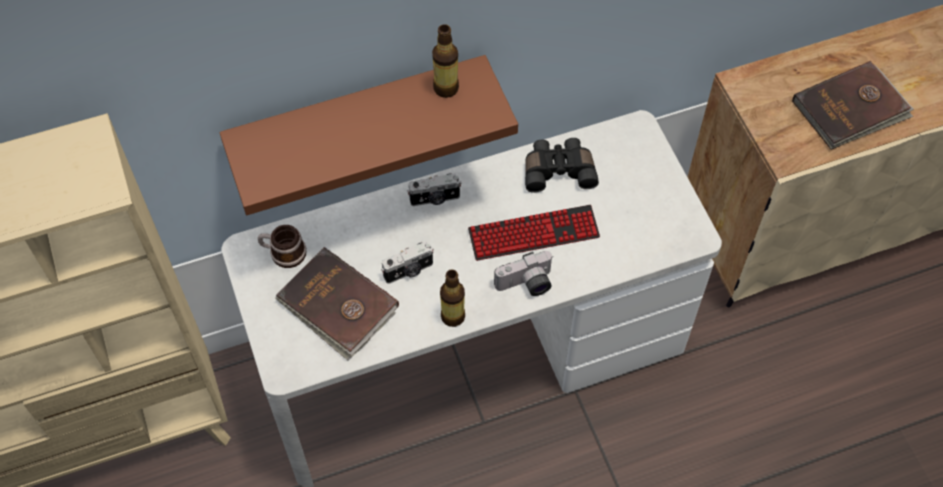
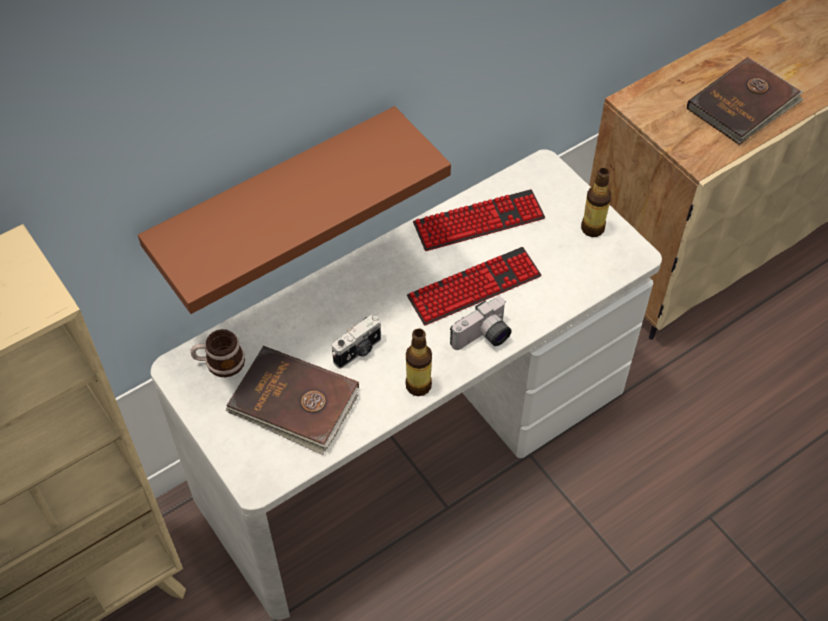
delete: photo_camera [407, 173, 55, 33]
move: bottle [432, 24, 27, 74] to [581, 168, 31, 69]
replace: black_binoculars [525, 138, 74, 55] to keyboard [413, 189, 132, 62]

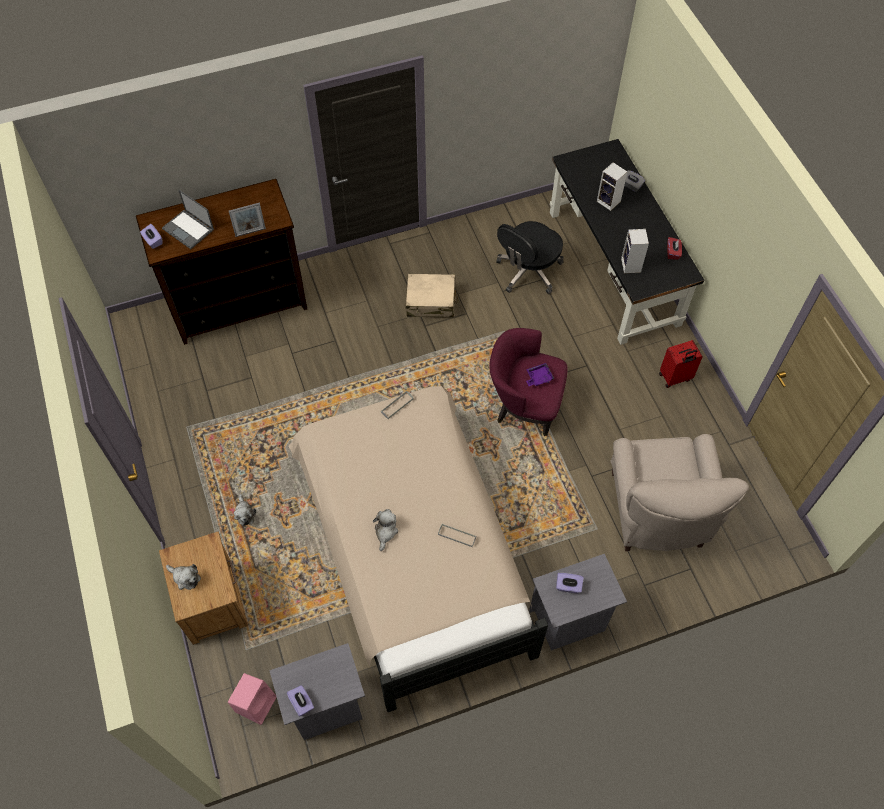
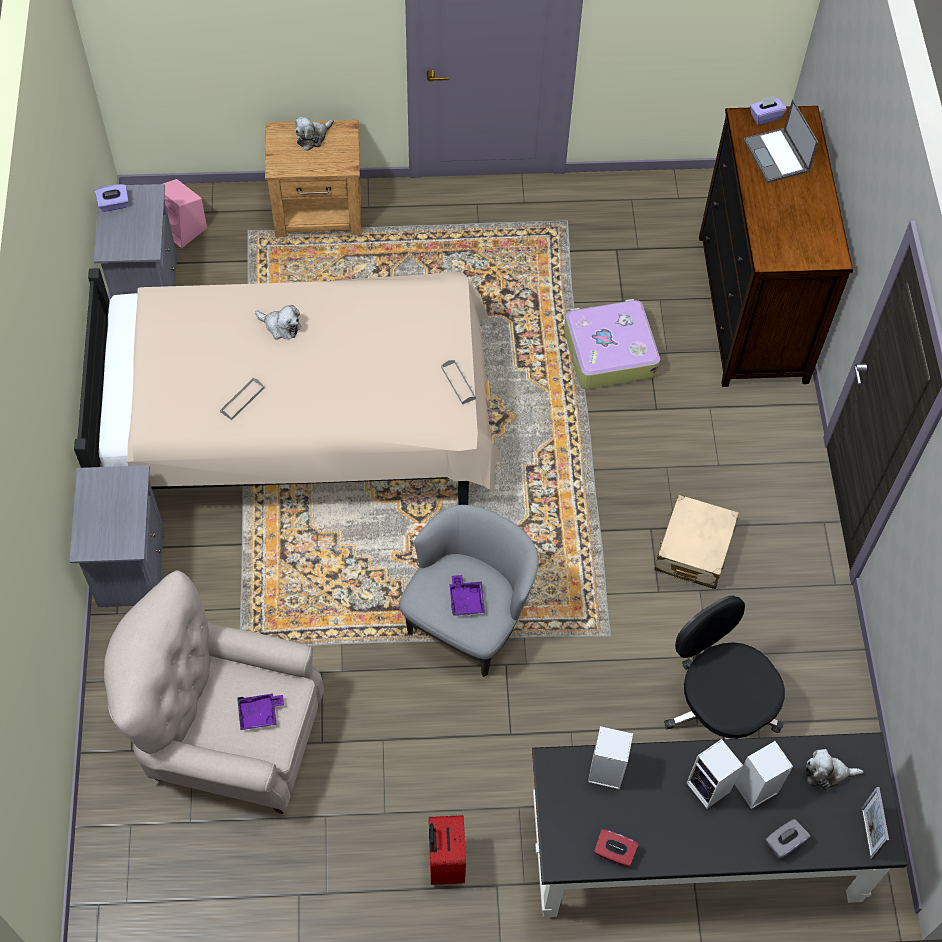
delete: purple_tissue_box [556, 573, 28, 20]
insert: purple_tray [237, 693, 47, 37]; suitcase [564, 299, 96, 90]; speaker [687, 739, 56, 70]
move: picture_frame [229, 202, 37, 35] to [861, 787, 28, 73]; plush_toy [234, 494, 22, 32] to [806, 749, 58, 42]
recolor: purple_armchair [489, 328, 79, 108] to grey_armchair [399, 505, 140, 172]
rotate: laptop [162, 190, 52, 59] = [743, 99, 75, 84] 75 degrees counterclockwise

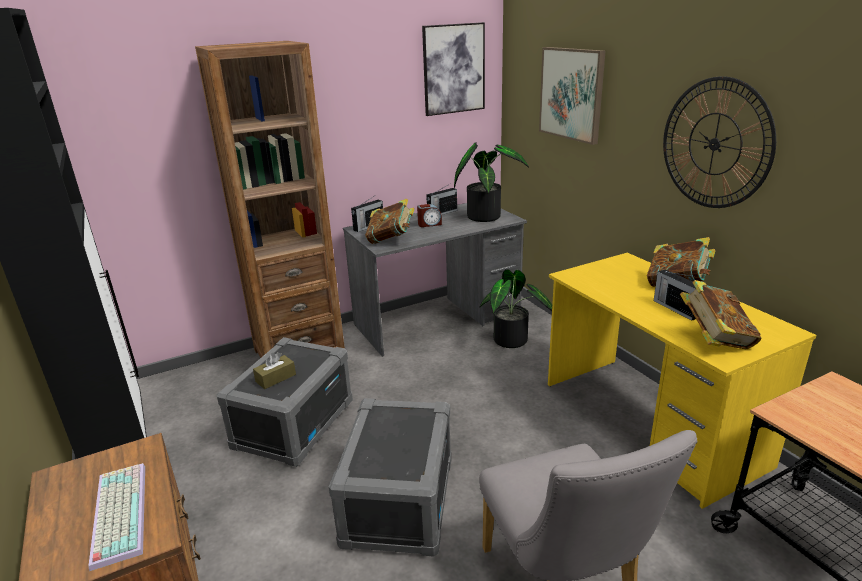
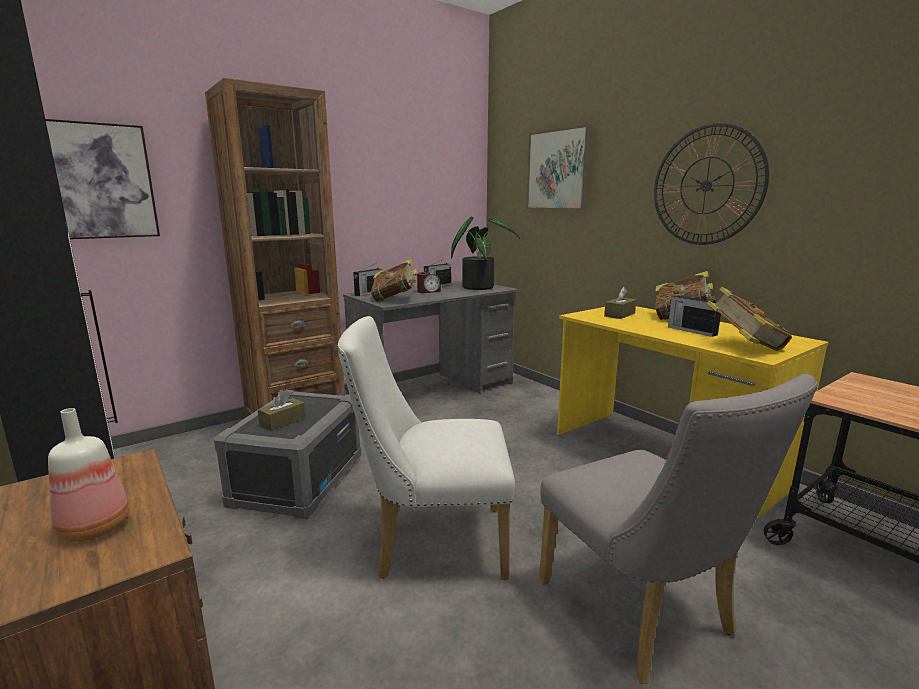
delete: potted_plant [480, 269, 72, 79]
insert: brown_tissue_box [604, 287, 32, 32]
move: picture [422, 22, 63, 94] to [45, 119, 115, 120]
replace: keyboard [88, 463, 57, 108] to bottle [48, 408, 81, 134]; grey_storage_box [329, 398, 123, 159] to white_chair [337, 316, 178, 264]

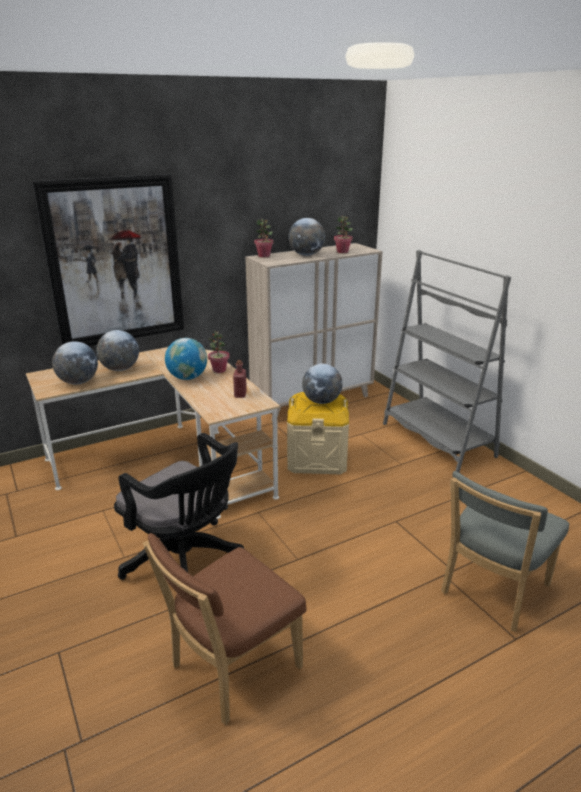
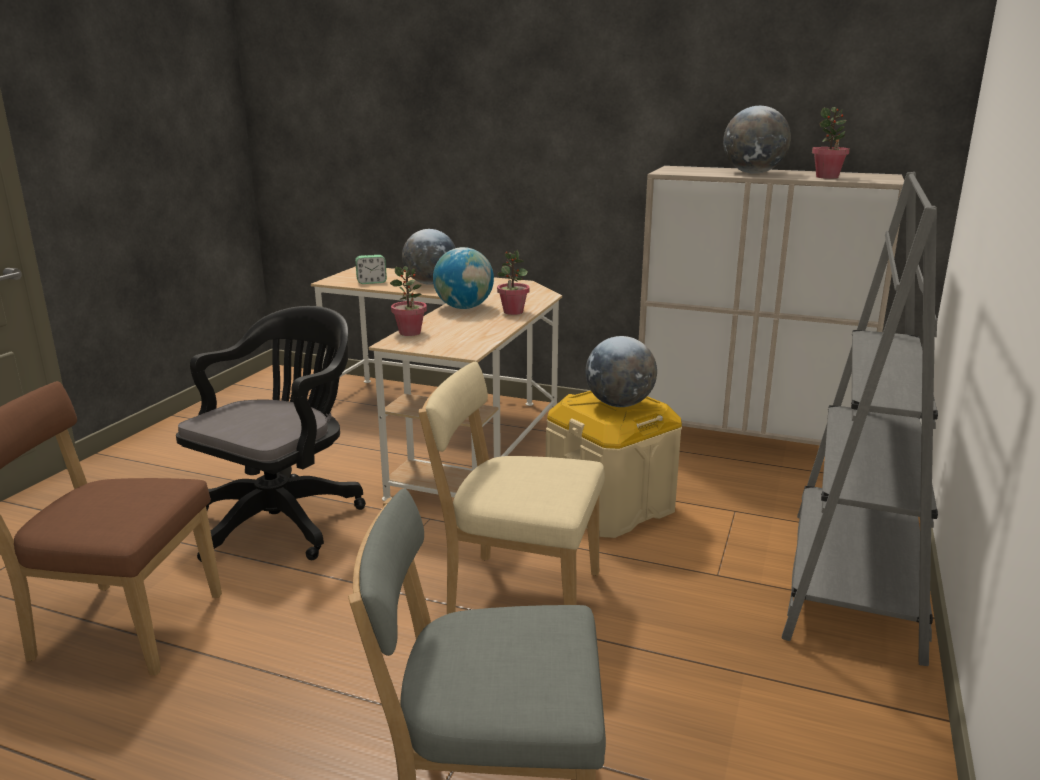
delete: picture [32, 174, 152, 172]; red_bottle [233, 360, 14, 38]
insert: beige_chair [419, 361, 186, 253]
move: potted_plant [254, 219, 20, 38] to [390, 266, 37, 70]
replace: globe [52, 341, 46, 43] to alarm_clock [355, 255, 32, 29]
rotate: black_office_chair [114, 433, 130, 147] = [176, 306, 190, 256] 150 degrees counterclockwise

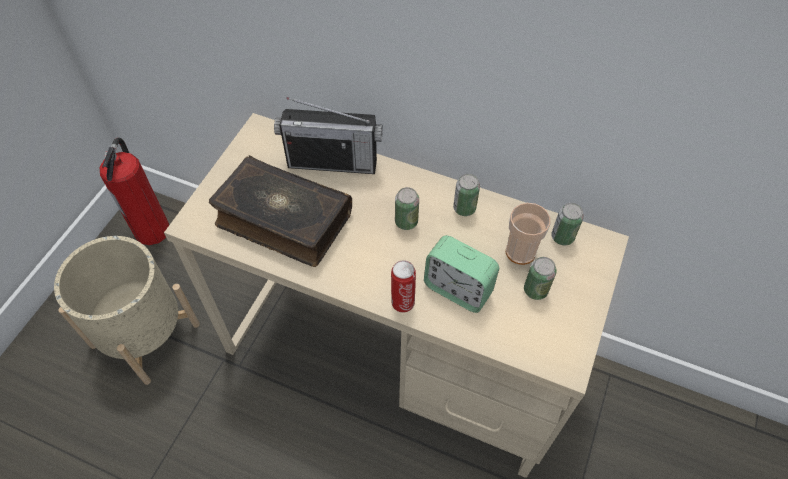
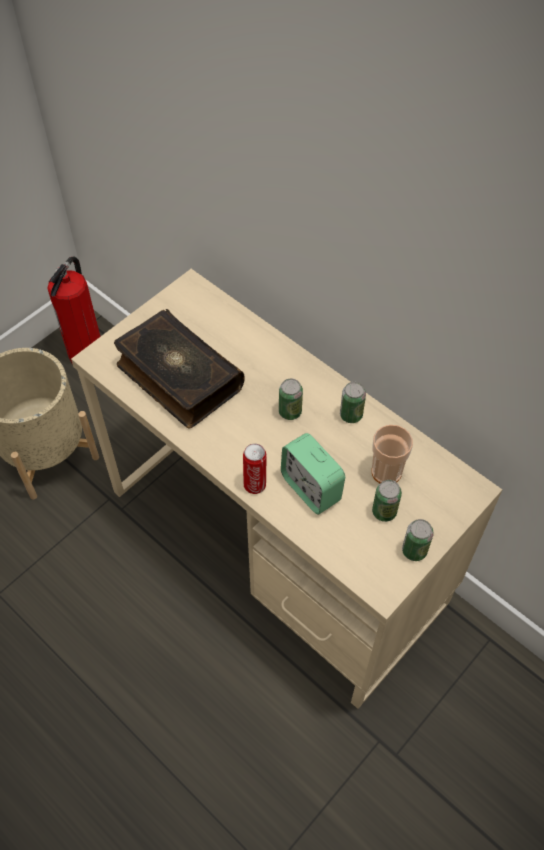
delete: radio [274, 97, 109, 77]
move: can [551, 203, 33, 42] to [402, 519, 32, 42]

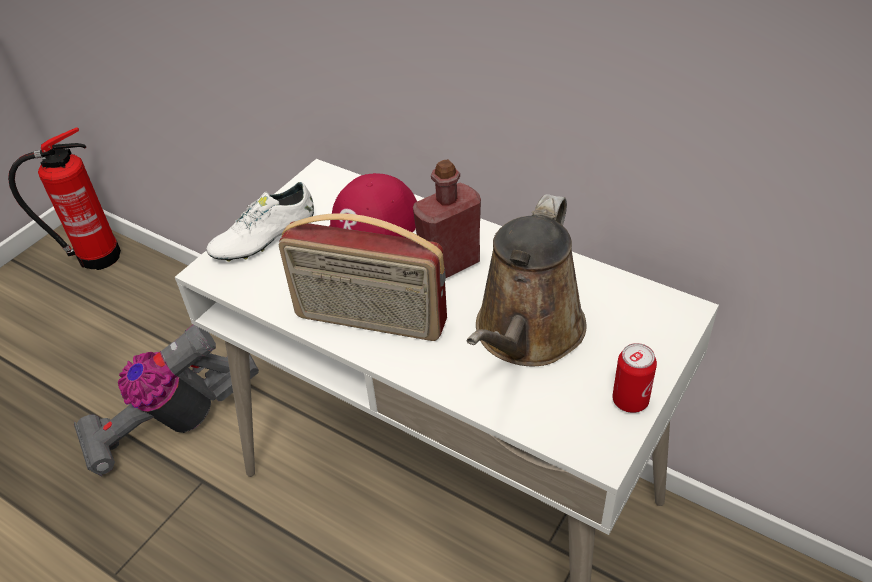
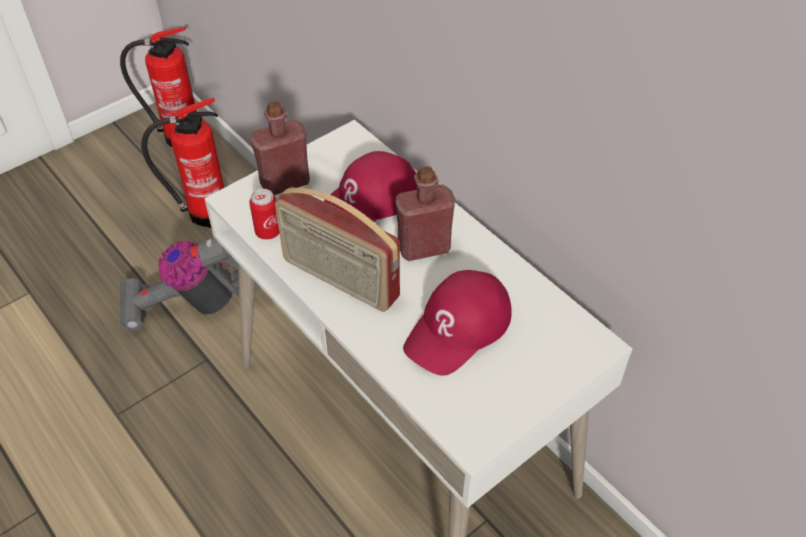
insert: fire_extinguisher [141, 98, 83, 130]
move: can [612, 343, 45, 70] to [249, 189, 30, 51]
replace: white_shoe [207, 182, 107, 80] to red_bottle [250, 101, 60, 94]; brown_watering_can [467, 194, 120, 173] to red_cap [403, 270, 109, 106]

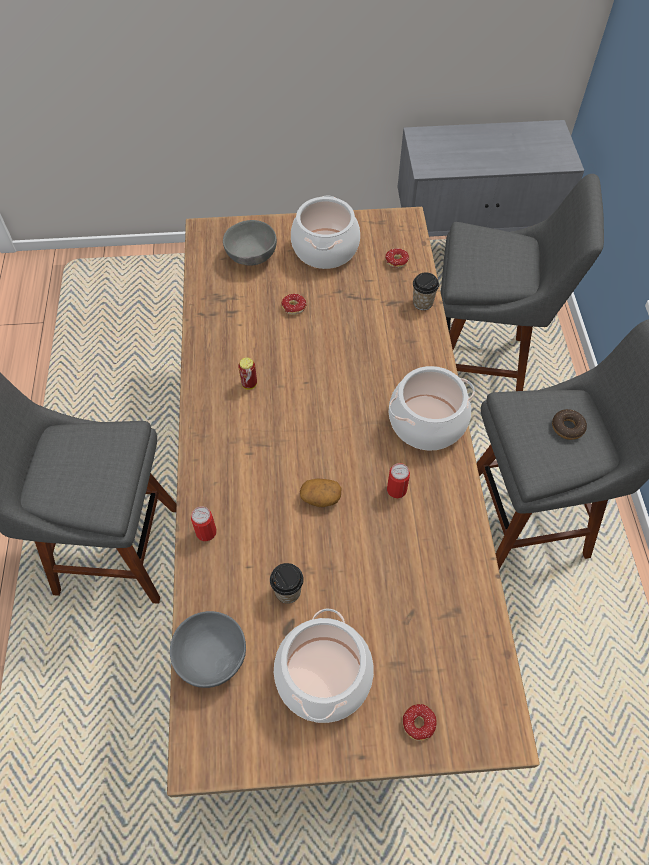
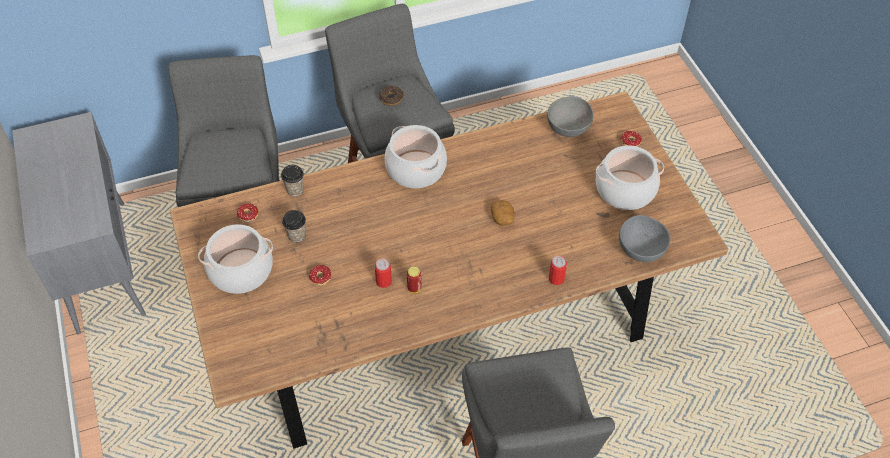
move: grey_bowl [223, 220, 54, 46] to [547, 97, 47, 40]; cup [270, 563, 34, 41] to [282, 210, 24, 32]; can [387, 463, 23, 35] to [375, 259, 17, 29]

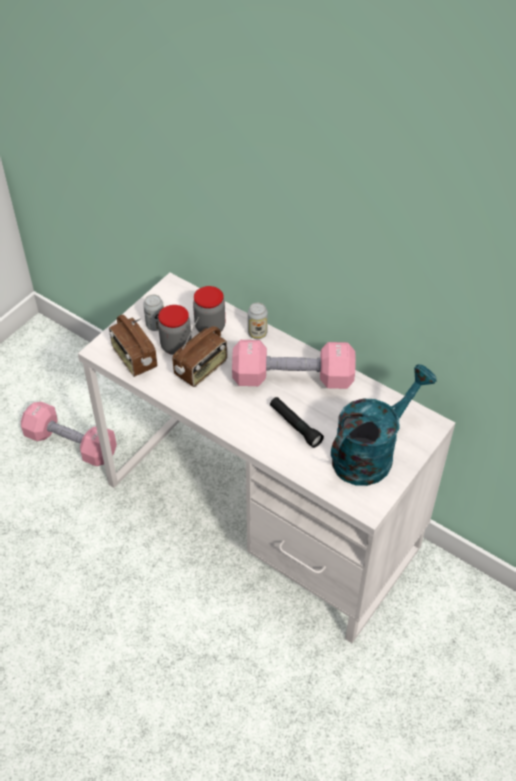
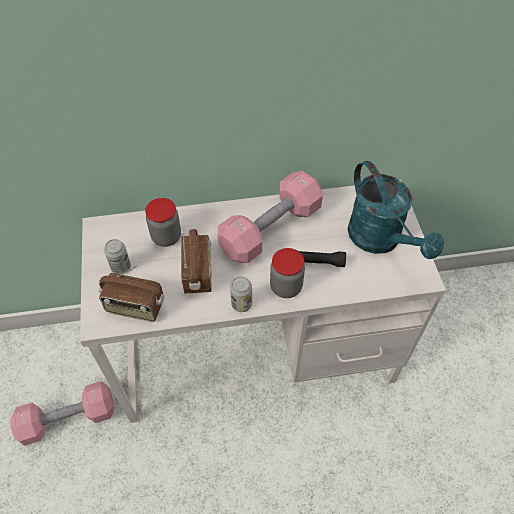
move: jar [158, 305, 34, 50] to [270, 248, 35, 50]; can [248, 303, 20, 36] to [230, 276, 22, 36]
rotate: turquoise_watering_can [331, 364, 106, 122] = [347, 161, 97, 98] 150 degrees clockwise

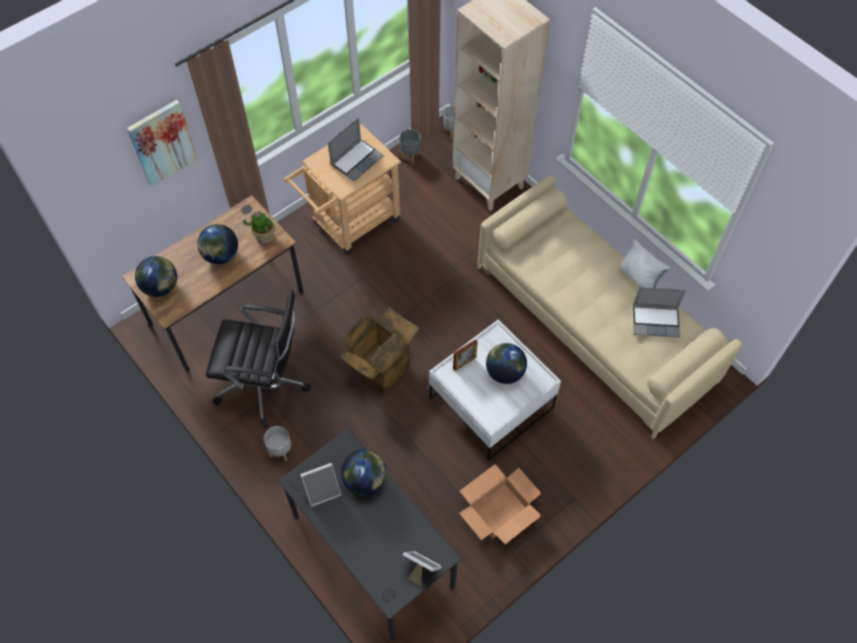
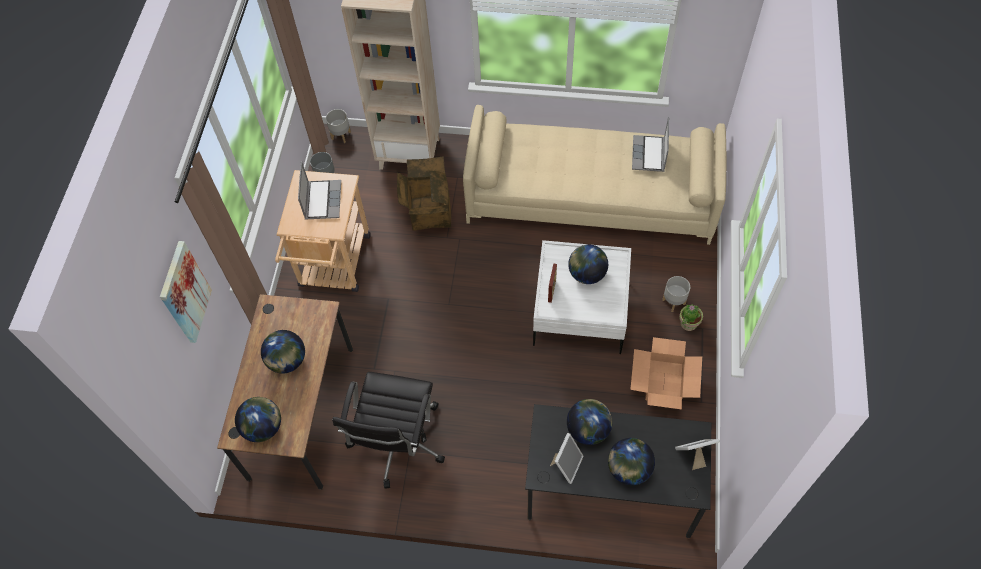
delete: white_pillow [619, 239, 51, 49]
insert: globe [608, 438, 47, 47]
move: potted_plant [243, 211, 32, 33] to [679, 304, 24, 27]; grey_planter [264, 426, 28, 35] to [662, 276, 28, 36]; cardboard_box [339, 307, 81, 86] to [397, 156, 54, 75]
rotate: black_office_chair [206, 290, 104, 138] = [332, 372, 113, 117] 135 degrees clockwise; laptop [633, 287, 53, 51] = [632, 117, 37, 55] 135 degrees clockwise

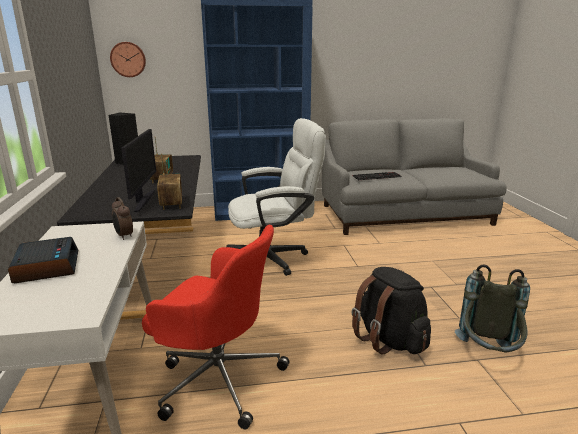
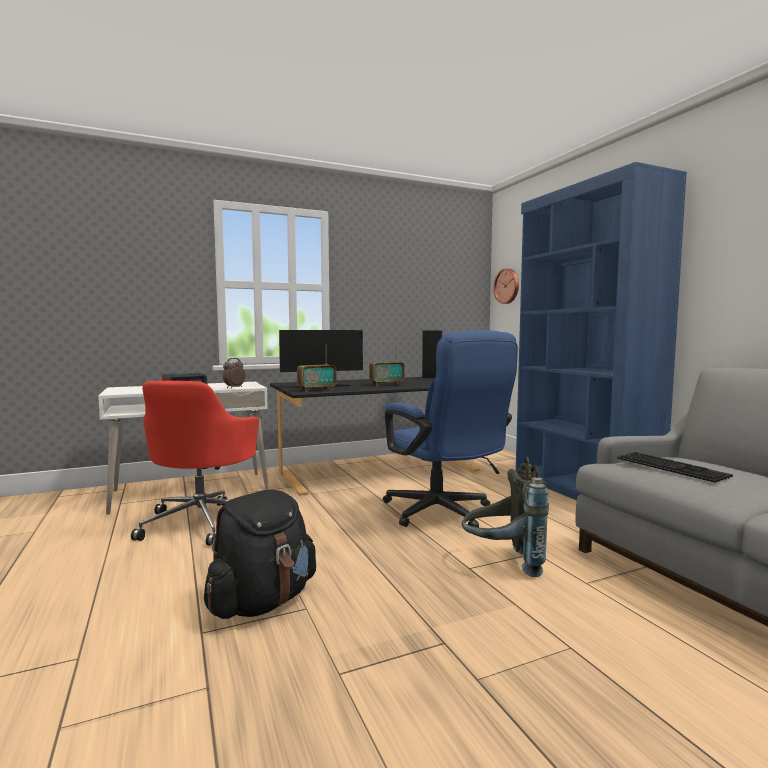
move: grey_backpack [455, 265, 75, 87] to [461, 456, 88, 121]
recolor: white_office_chair [226, 118, 100, 158] to blue_office_chair [383, 330, 135, 197]

